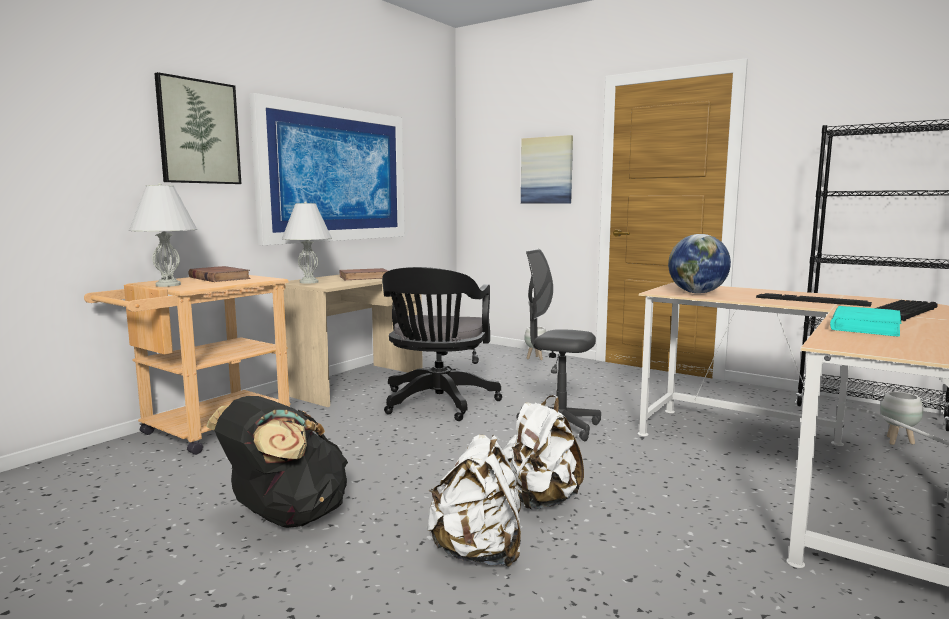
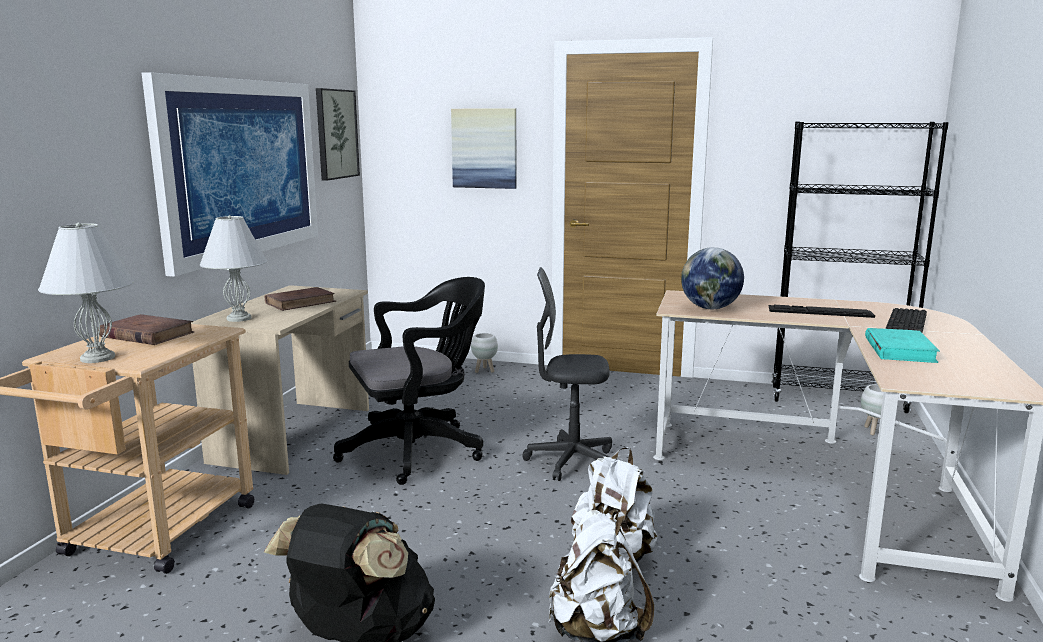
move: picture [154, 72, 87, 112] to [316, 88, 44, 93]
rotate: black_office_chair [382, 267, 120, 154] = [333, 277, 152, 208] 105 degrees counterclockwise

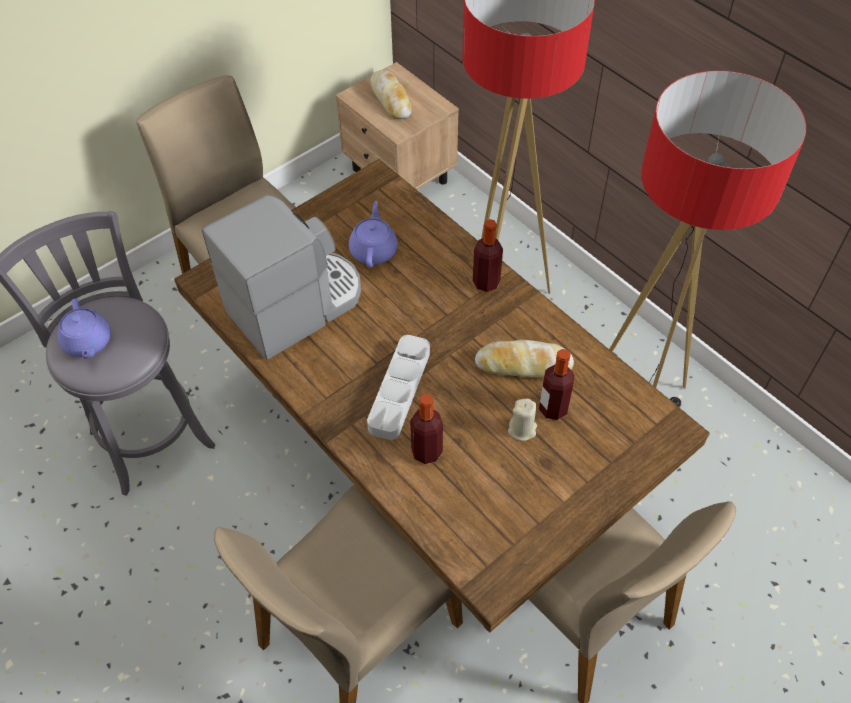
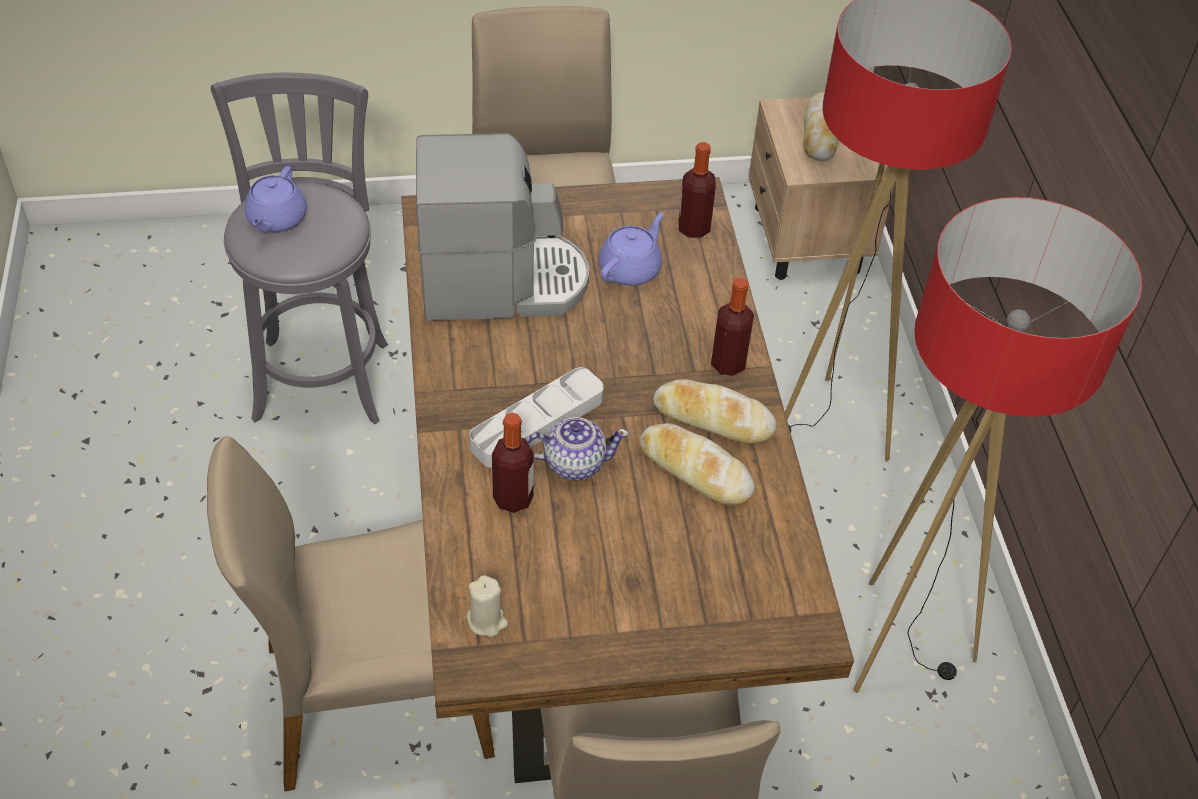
insert: teapot [526, 417, 103, 63]; bread [653, 379, 124, 65]
move: beige_candle [508, 399, 29, 42] to [467, 575, 41, 62]; bottle [539, 349, 36, 71] to [678, 142, 38, 96]

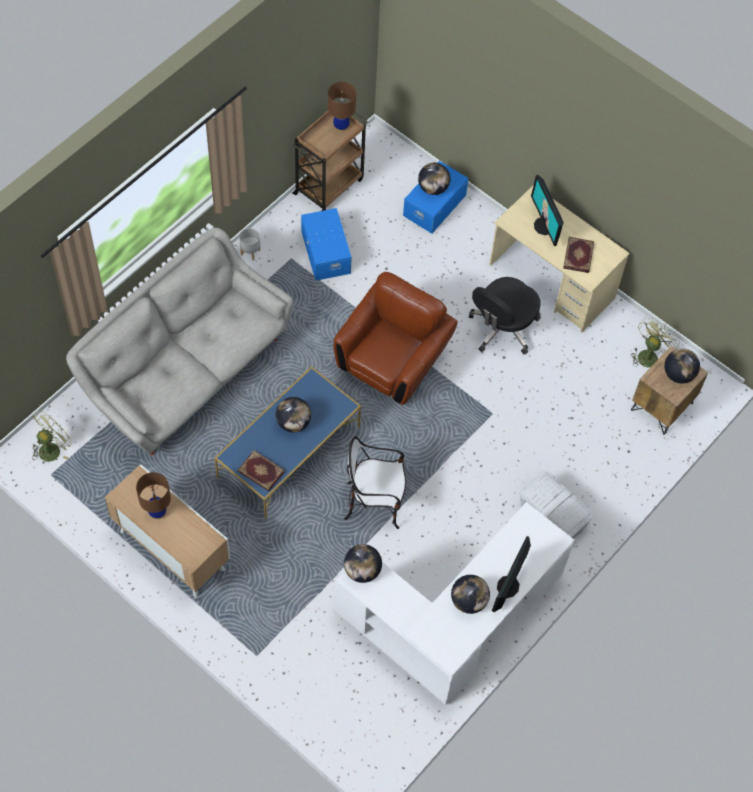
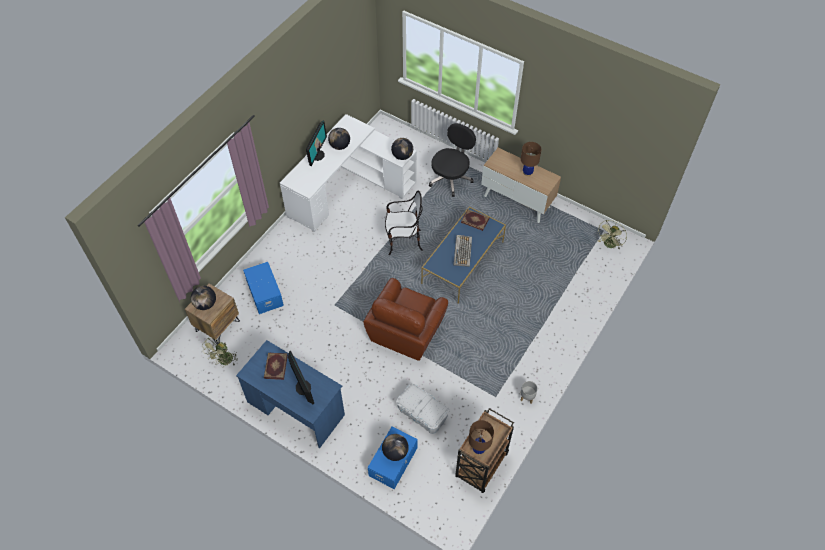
delete: grey_sofa [66, 228, 227, 227]
move: blue_storage_box [301, 208, 51, 72] to [243, 262, 41, 52]; black_office_chair [469, 277, 72, 77] to [429, 123, 47, 74]; white_storage_box [520, 471, 73, 68] to [396, 383, 54, 51]
replace: globe [276, 397, 35, 36] to keyboard [454, 235, 18, 32]
recolor: beige_desk [489, 186, 141, 147] to blue_desk [236, 340, 109, 108]

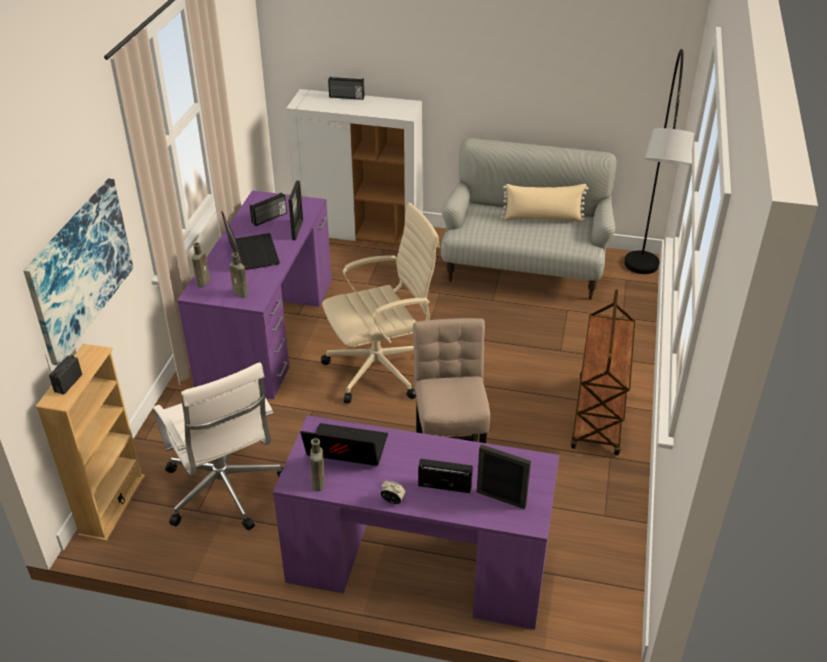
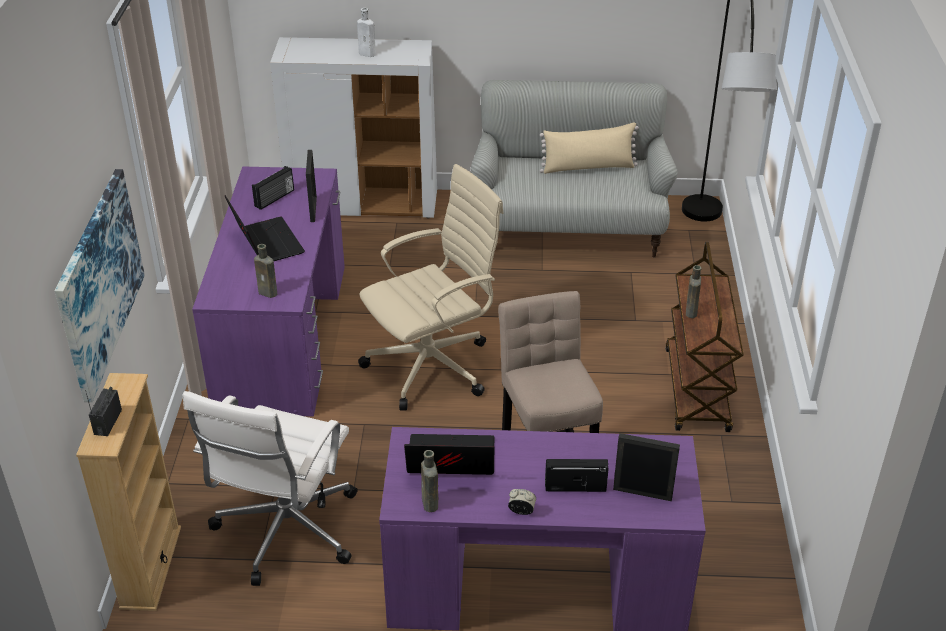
delete: radio [328, 76, 36, 24]
insert: white_bottle [357, 8, 19, 49]
move: brown_bottle [192, 243, 18, 45] to [686, 265, 16, 53]
rotate: white_office_chair [153, 363, 131, 167] = [183, 391, 175, 195] 60 degrees clockwise

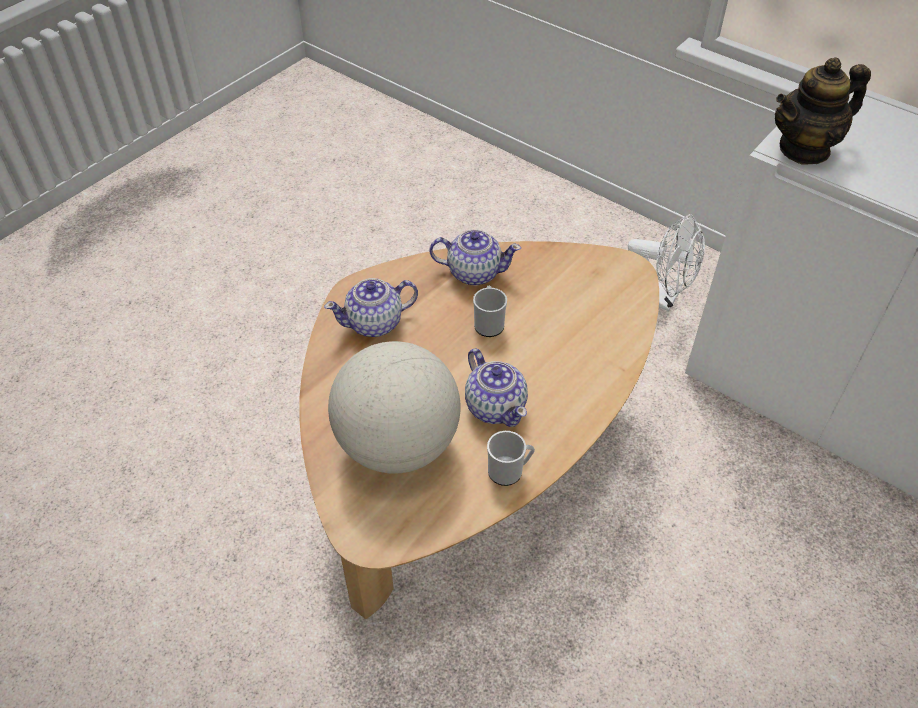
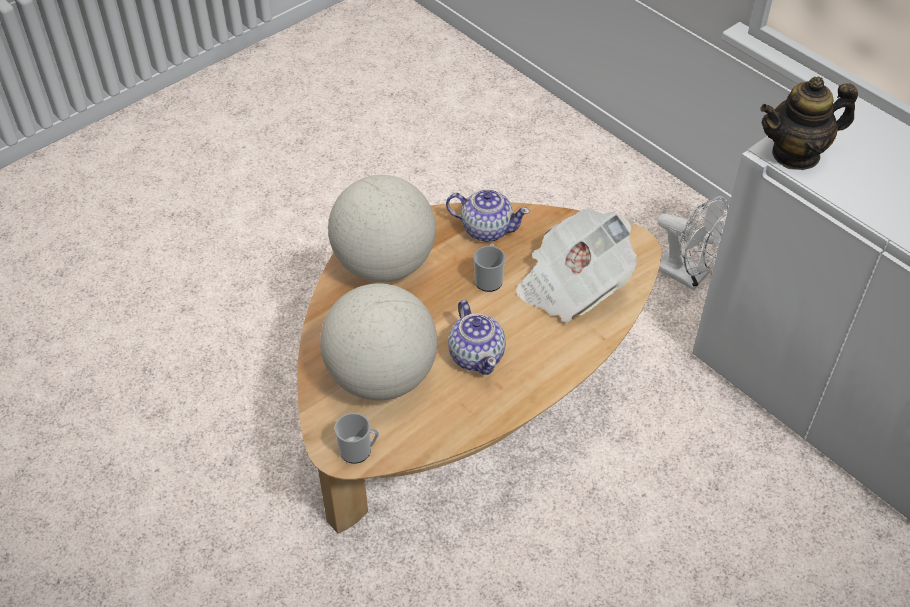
insert: newspaper [516, 208, 121, 115]
move: mug [487, 431, 48, 55] to [334, 413, 45, 51]
replace: teapot [324, 278, 94, 59] to globe [328, 175, 108, 107]

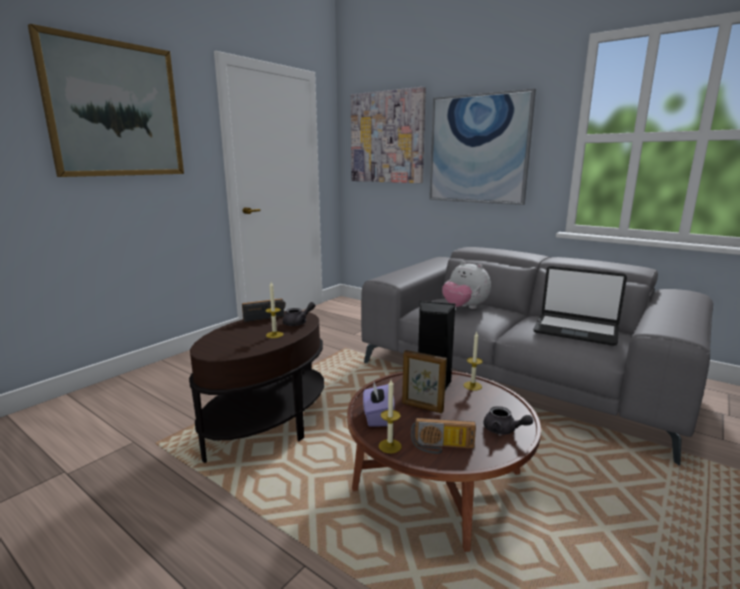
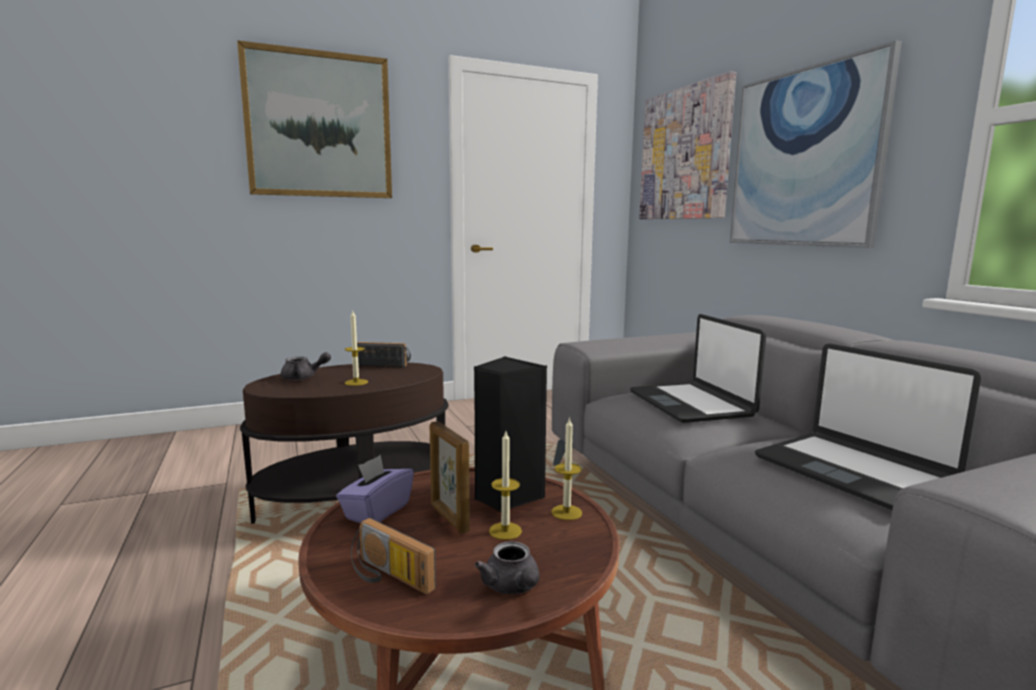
move: grey_teapot [283, 302, 33, 24] to [281, 352, 50, 28]; candle [379, 380, 23, 73] to [489, 431, 33, 109]
replace: plush_toy [442, 261, 49, 48] to laptop [630, 314, 136, 109]

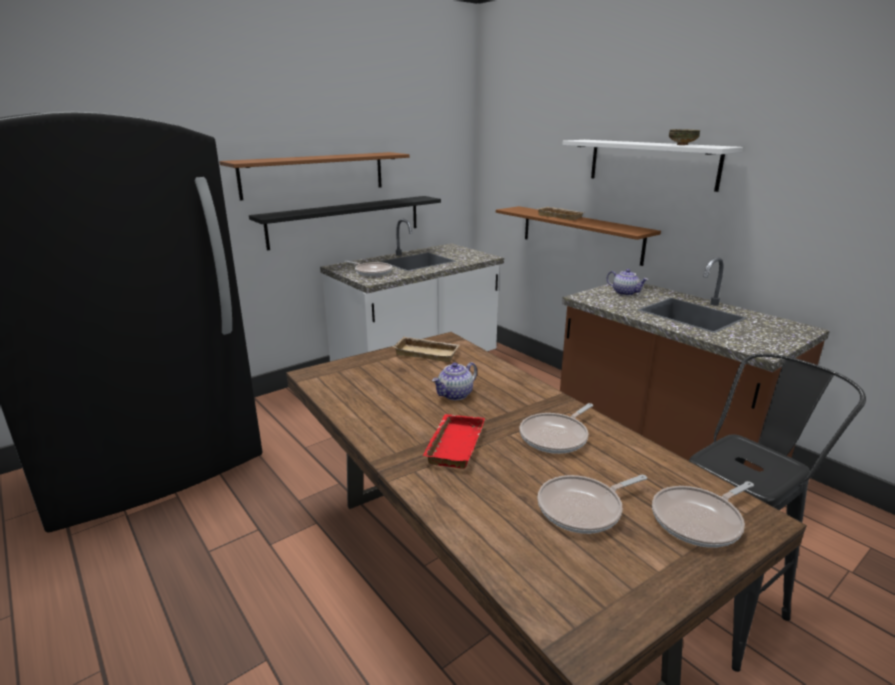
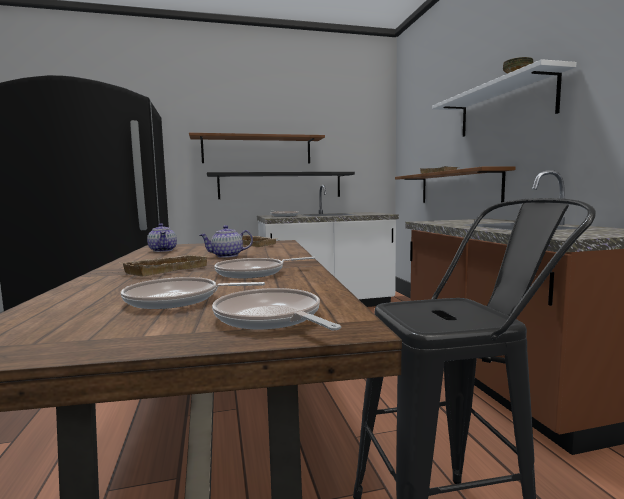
move: teapot [607, 269, 41, 27] to [147, 223, 30, 29]
recolor: red_tray [422, 414, 63, 55] to beige_tray [121, 255, 87, 21]
rotate: frying_pan [652, 481, 102, 67] = [212, 288, 129, 42] 60 degrees clockwise

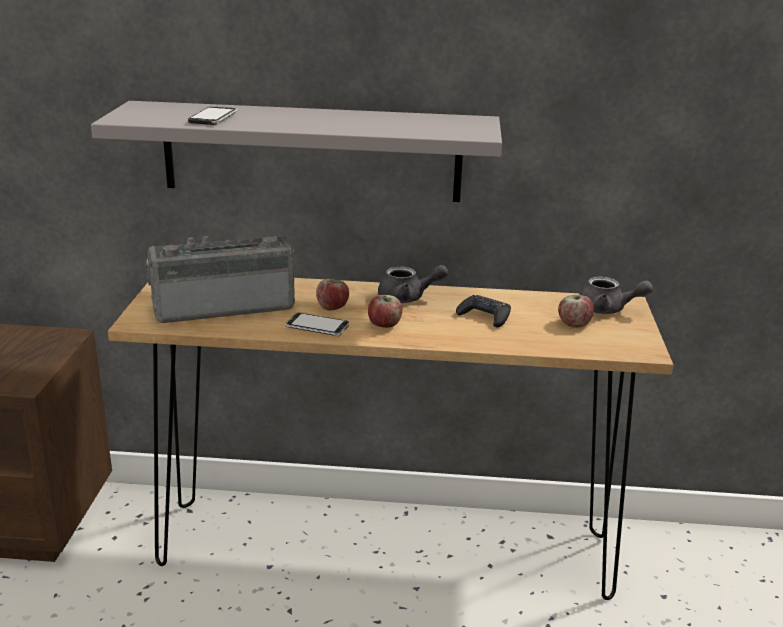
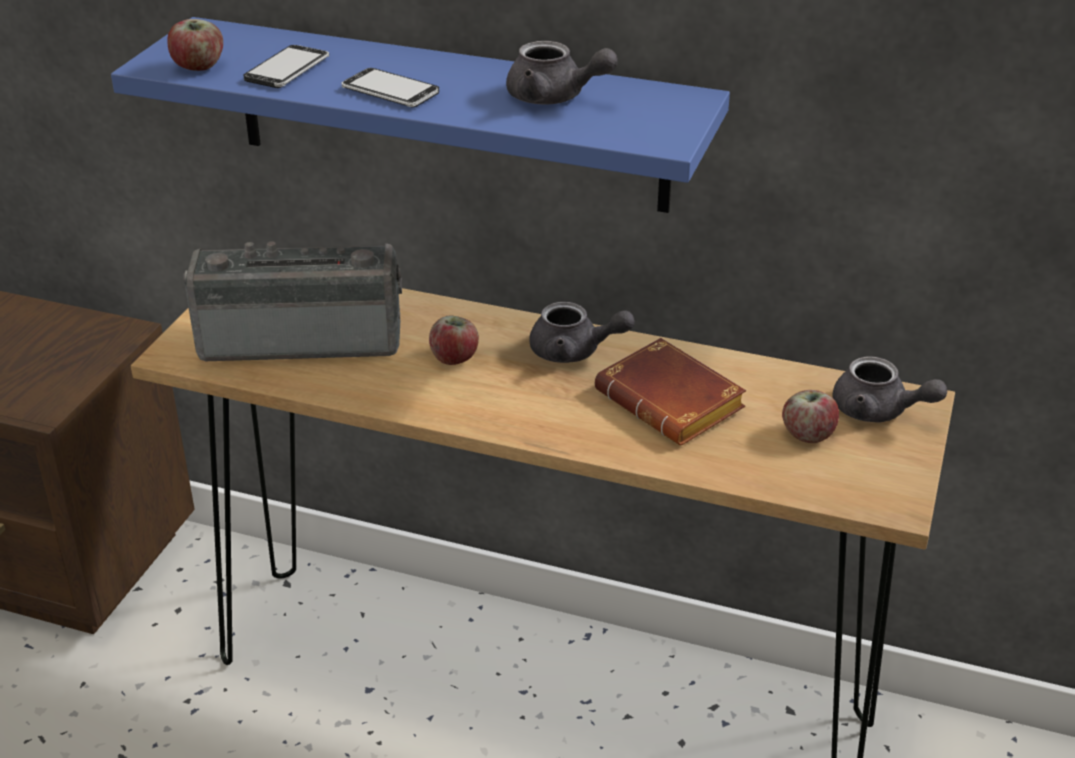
insert: grey_teapot [506, 41, 112, 64]
move: phone [285, 313, 64, 23] to [342, 68, 97, 40]; apple [368, 295, 35, 33] to [167, 19, 56, 52]
replace: black_game_controller [456, 295, 55, 32] to brown_book [595, 338, 151, 107]
recolor: grey_shelf [91, 101, 411, 101] to blue_shelf [111, 17, 619, 196]

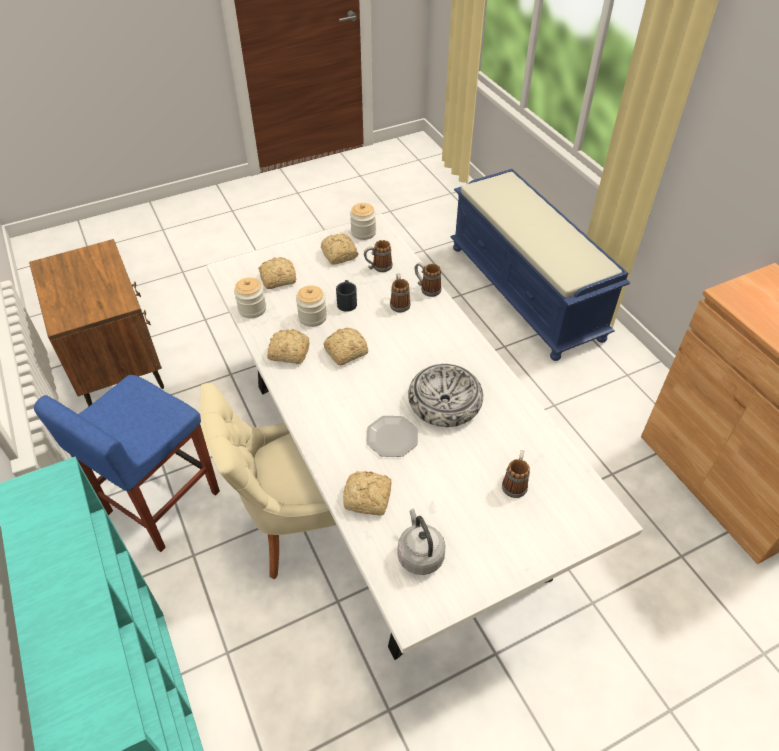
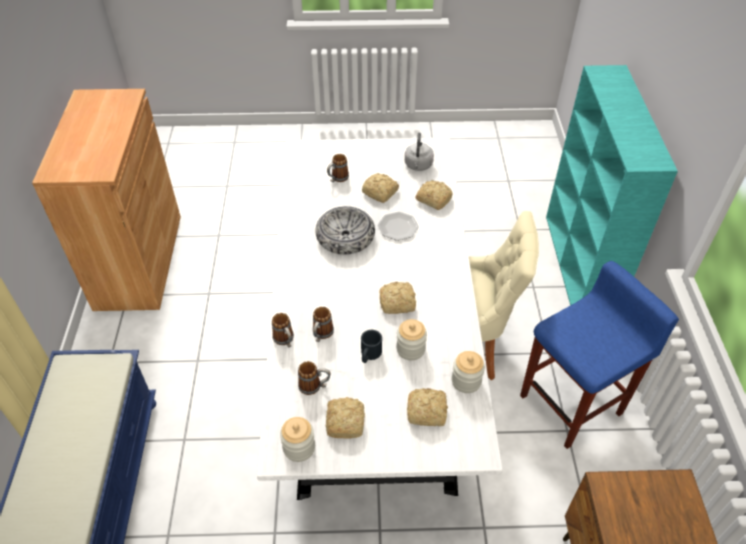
move: bread [267, 329, 43, 35] to [362, 173, 37, 30]

